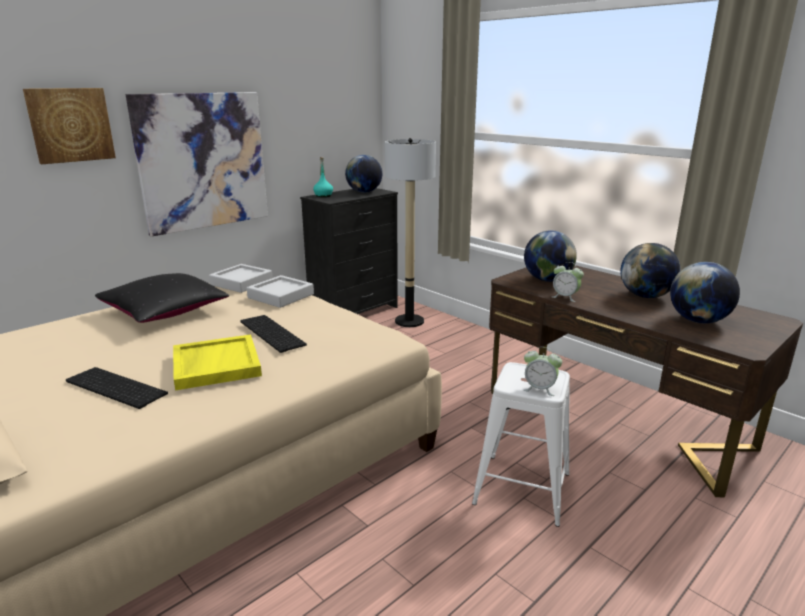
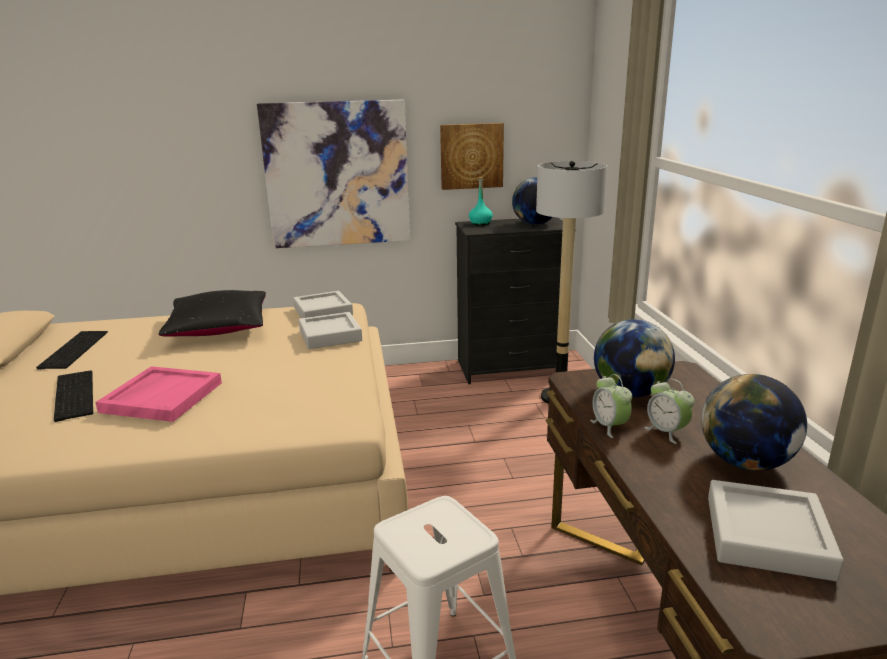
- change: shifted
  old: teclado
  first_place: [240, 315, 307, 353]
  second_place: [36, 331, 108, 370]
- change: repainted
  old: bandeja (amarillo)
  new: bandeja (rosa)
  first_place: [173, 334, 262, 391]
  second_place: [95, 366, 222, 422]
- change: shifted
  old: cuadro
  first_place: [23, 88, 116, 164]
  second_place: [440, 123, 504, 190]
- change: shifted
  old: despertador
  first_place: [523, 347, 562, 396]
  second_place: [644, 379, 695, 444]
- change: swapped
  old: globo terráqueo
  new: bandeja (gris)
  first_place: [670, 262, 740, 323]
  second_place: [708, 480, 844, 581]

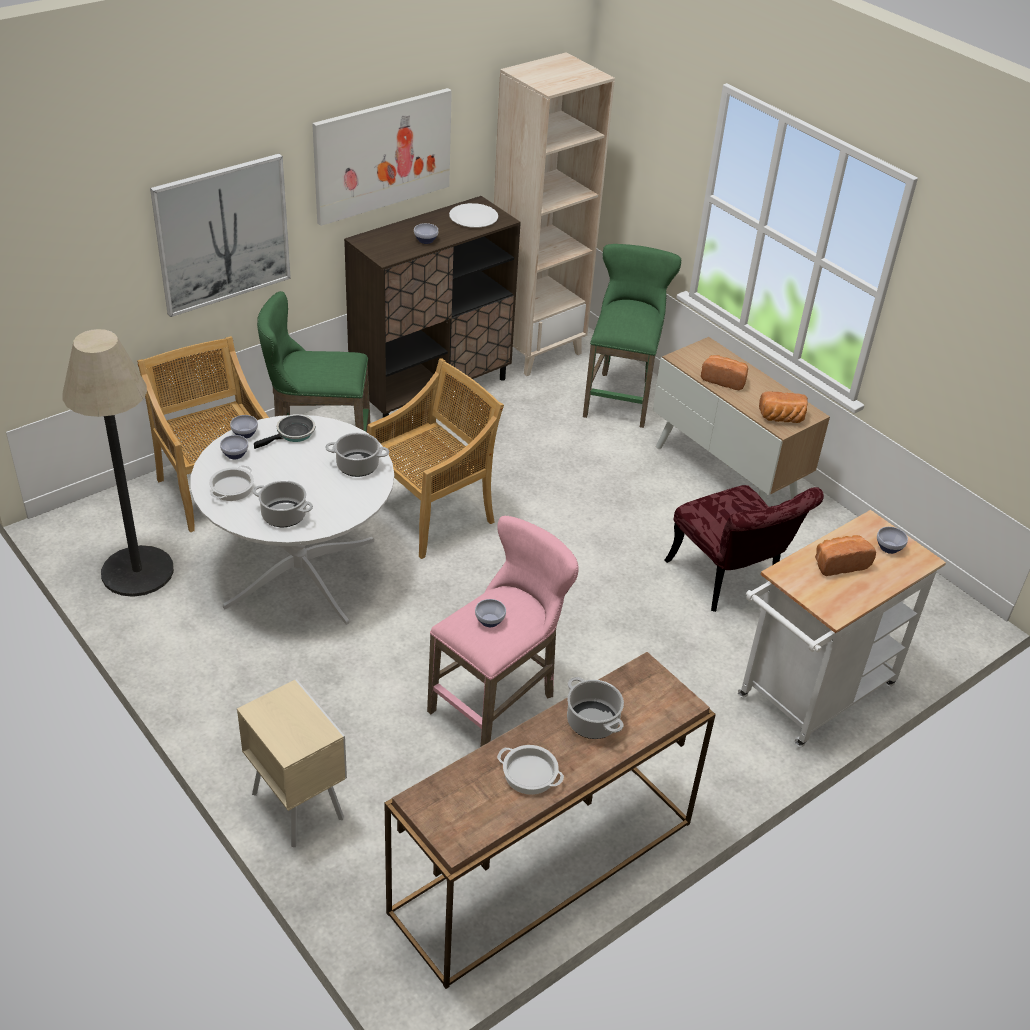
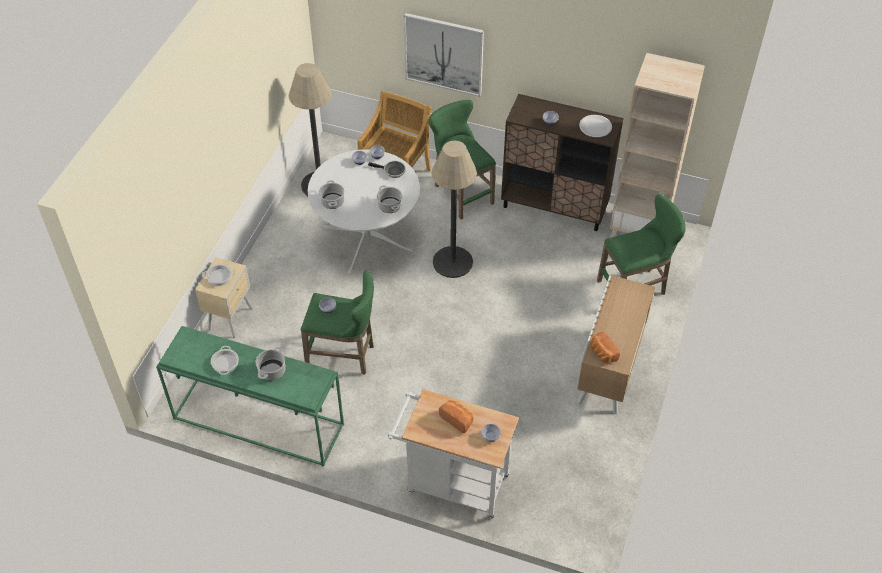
- change: repainted
  old: mesa consola (marrón)
  new: mesa consola (verde)
  first_place: [384, 652, 716, 989]
  second_place: [156, 326, 344, 467]
- change: shifted
  old: olla
  first_place: [209, 466, 254, 501]
  second_place: [202, 264, 235, 286]
- change: repainted
  old: taburete (rosa)
  new: taburete (verde)
  first_place: [427, 515, 579, 747]
  second_place: [301, 270, 374, 375]
- change: swapped
  old: silla (beis)
  new: lámpara de pie
  first_place: [367, 358, 504, 559]
  second_place: [431, 140, 477, 278]
- change: gone
  old: cuadro
  first_place: [312, 88, 452, 226]
- change: gone
  old: silla (rojo)
  first_place: [665, 485, 824, 612]
- change: gone
  old: pan
  first_place: [701, 355, 748, 390]

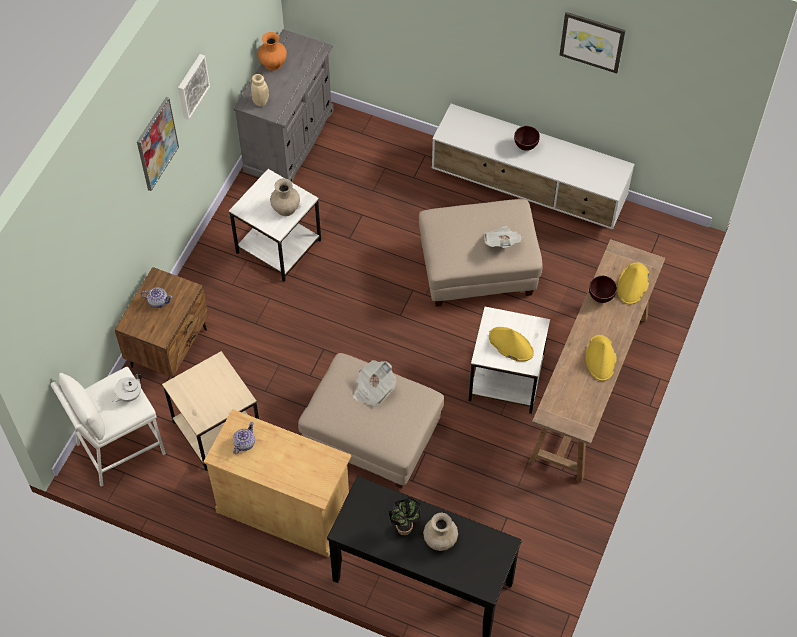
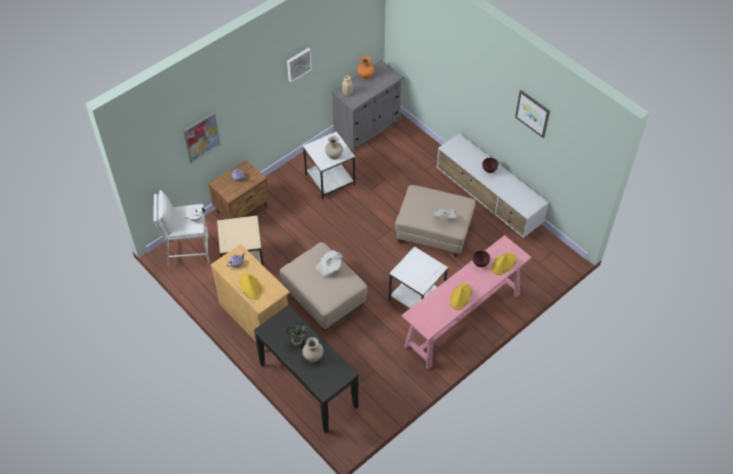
- change: shifted
  old: cuadro
  first_place: [137, 97, 179, 191]
  second_place: [183, 112, 220, 163]
- change: shifted
  old: sombrero (amarillo)
  first_place: [489, 327, 534, 362]
  second_place: [240, 273, 261, 299]
- change: repainted
  old: mesa consola (marrón)
  new: mesa consola (rosa)
  first_place: [528, 239, 665, 482]
  second_place: [402, 235, 531, 370]

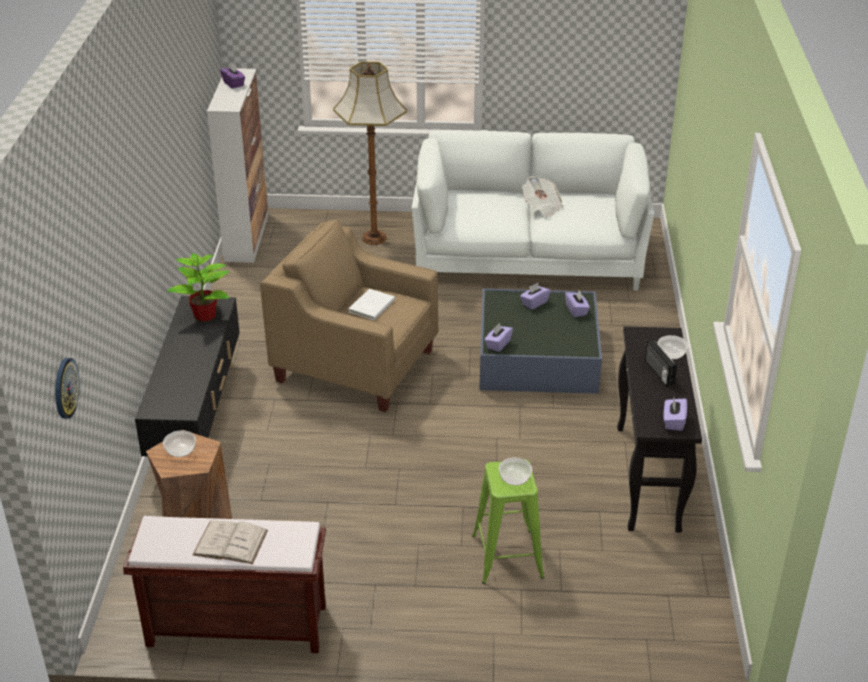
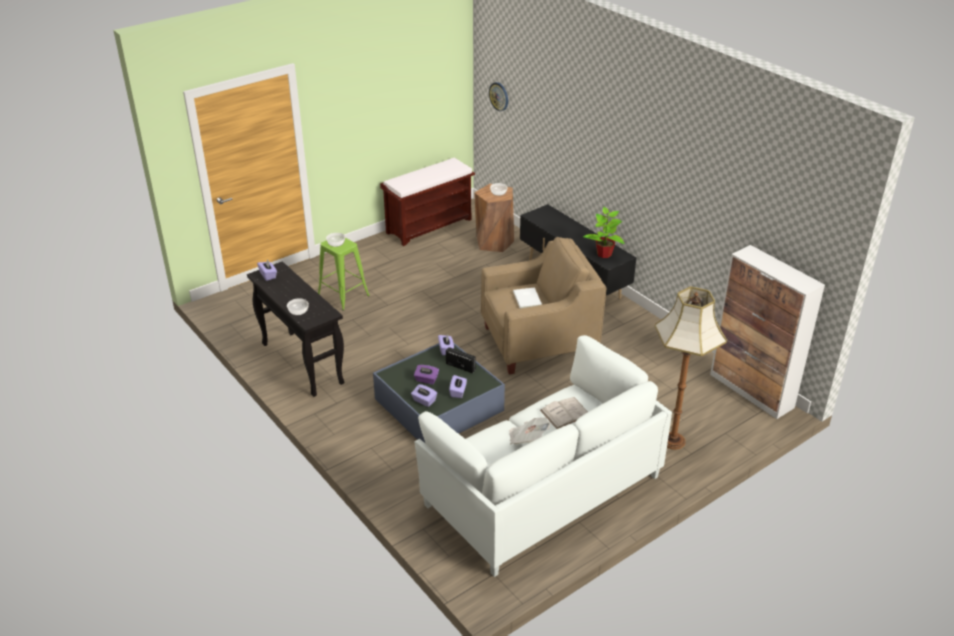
- change: shifted
  old: caja de pañuelos (morado)
  first_place: [220, 63, 245, 88]
  second_place: [414, 365, 439, 384]
- change: shifted
  old: radio
  first_place: [645, 339, 677, 387]
  second_place: [446, 347, 476, 373]
- change: shifted
  old: libro (blanco)
  first_place: [193, 520, 268, 564]
  second_place: [540, 397, 588, 429]

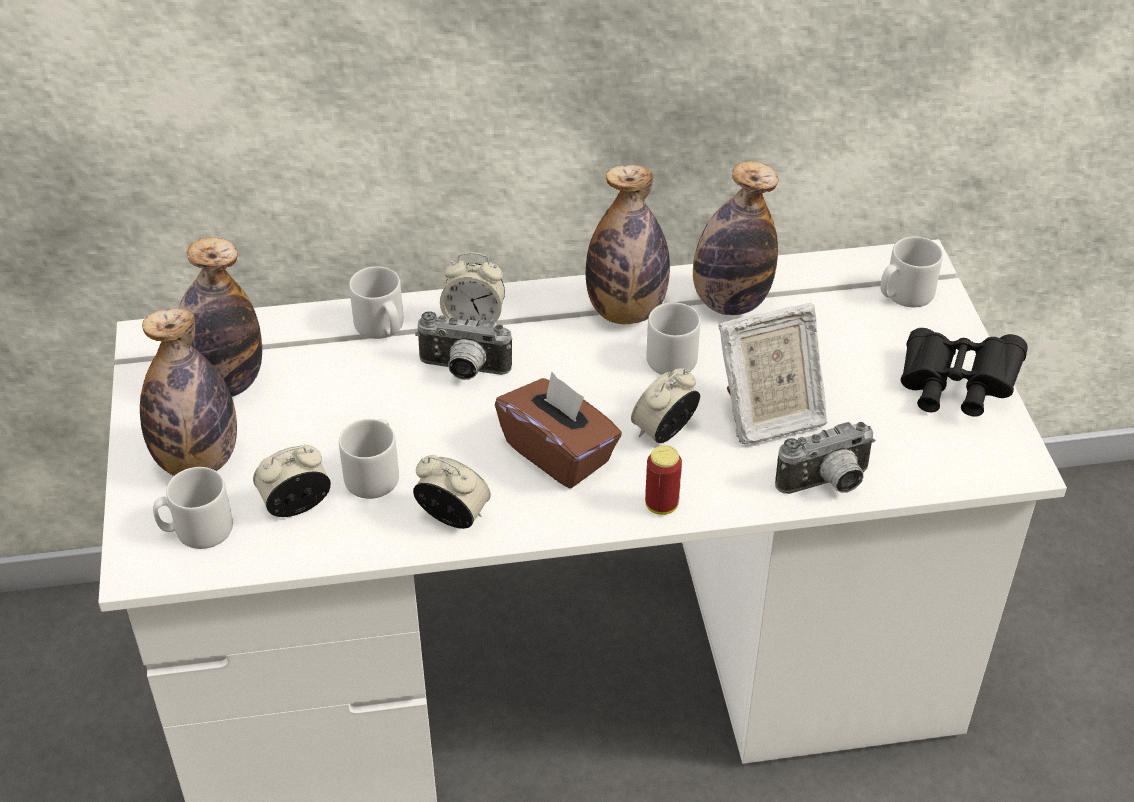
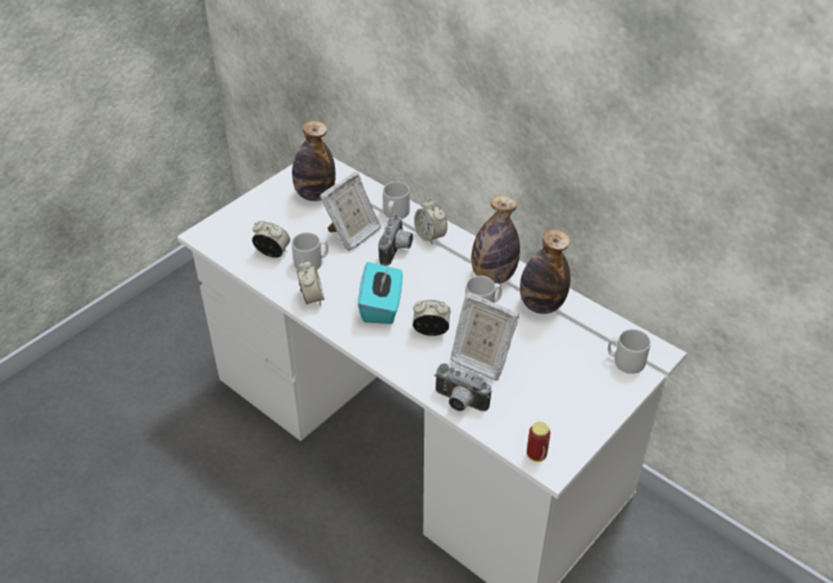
- change: new
  new: portarretratos
  second_place: [320, 172, 381, 251]
- change: repainted
  old: caja de pañuelos (marrón)
  new: caja de pañuelos (turquesa)
  first_place: [495, 372, 622, 488]
  second_place: [358, 262, 403, 324]
- change: rotated
  old: cámara
  first_place: [415, 311, 512, 380]
  second_place: [378, 215, 413, 266]
  degrees: -135
- change: shifted
  old: lata
  first_place: [645, 445, 682, 515]
  second_place: [527, 422, 550, 462]
- change: gone
  old: botella
  first_place: [140, 308, 237, 476]
- change: gone
  old: taza grande (gris)
  first_place: [153, 467, 233, 549]
- change: gone
  old: prismáticos (negro)
  first_place: [901, 328, 1028, 417]

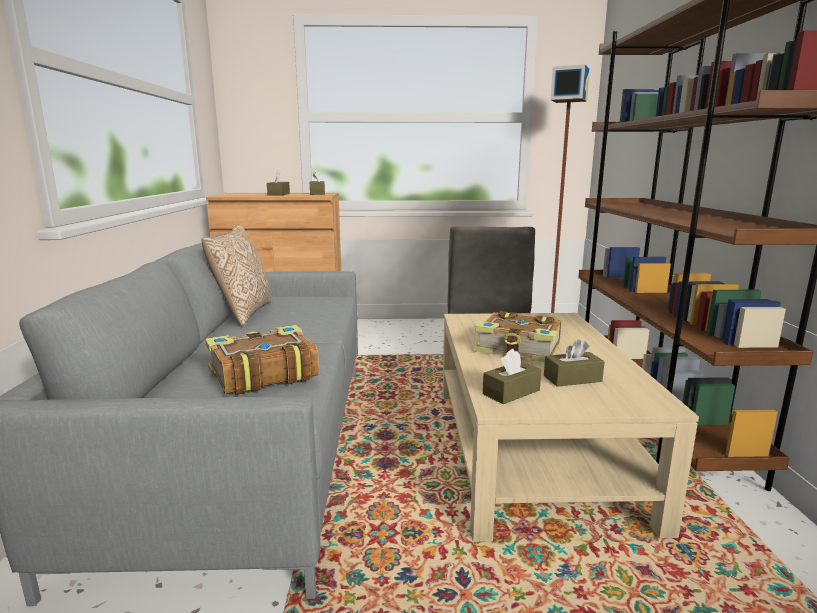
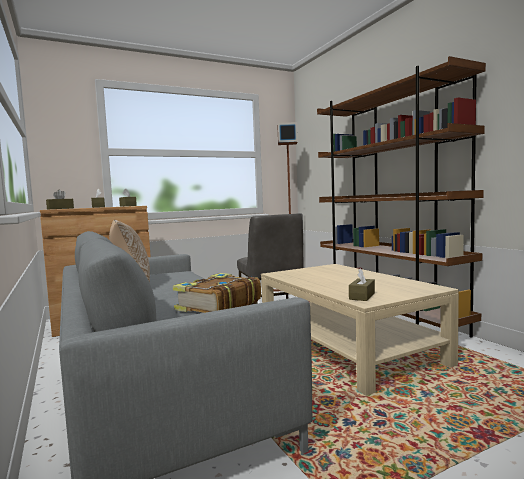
- change: shifted
  old: caja de pañuelos (marrón)
  first_place: [544, 339, 605, 387]
  second_place: [46, 190, 74, 209]
- change: gone
  old: libro
  first_place: [475, 311, 561, 362]

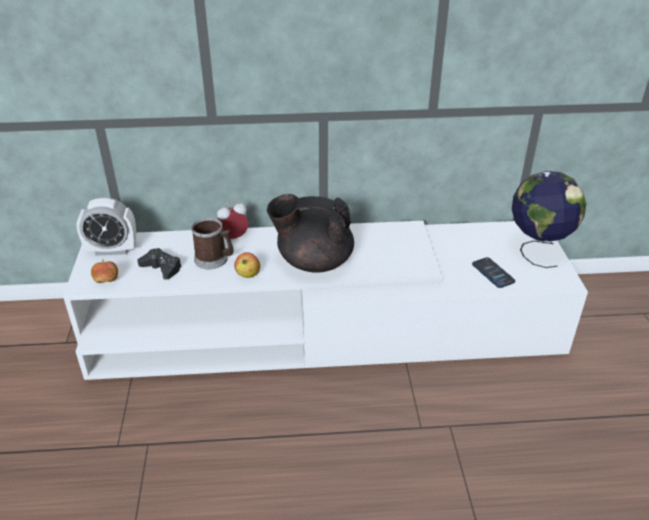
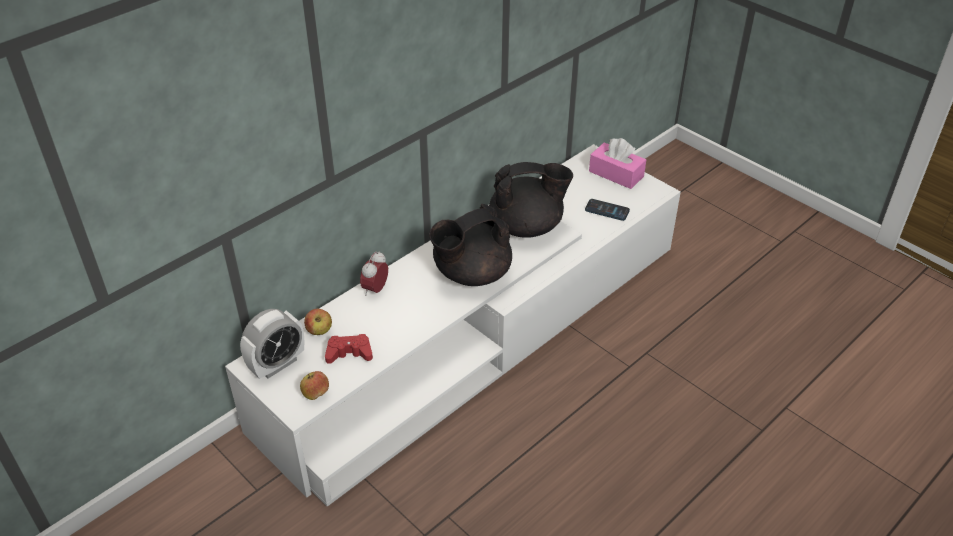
- change: shifted
  old: manzana
  first_place: [234, 252, 260, 278]
  second_place: [304, 309, 332, 335]
- change: repainted
  old: mando de consola (negro)
  new: mando de consola (rojo)
  first_place: [137, 248, 182, 280]
  second_place: [325, 334, 373, 364]
- change: new
  new: tetera (negro)
  second_place: [489, 162, 573, 238]
- change: swapped
  old: globo terráqueo
  new: caja de pañuelos (rosa)
  first_place: [512, 171, 586, 268]
  second_place: [589, 138, 646, 189]
- change: gone
  old: taza grande
  first_place: [192, 218, 234, 269]

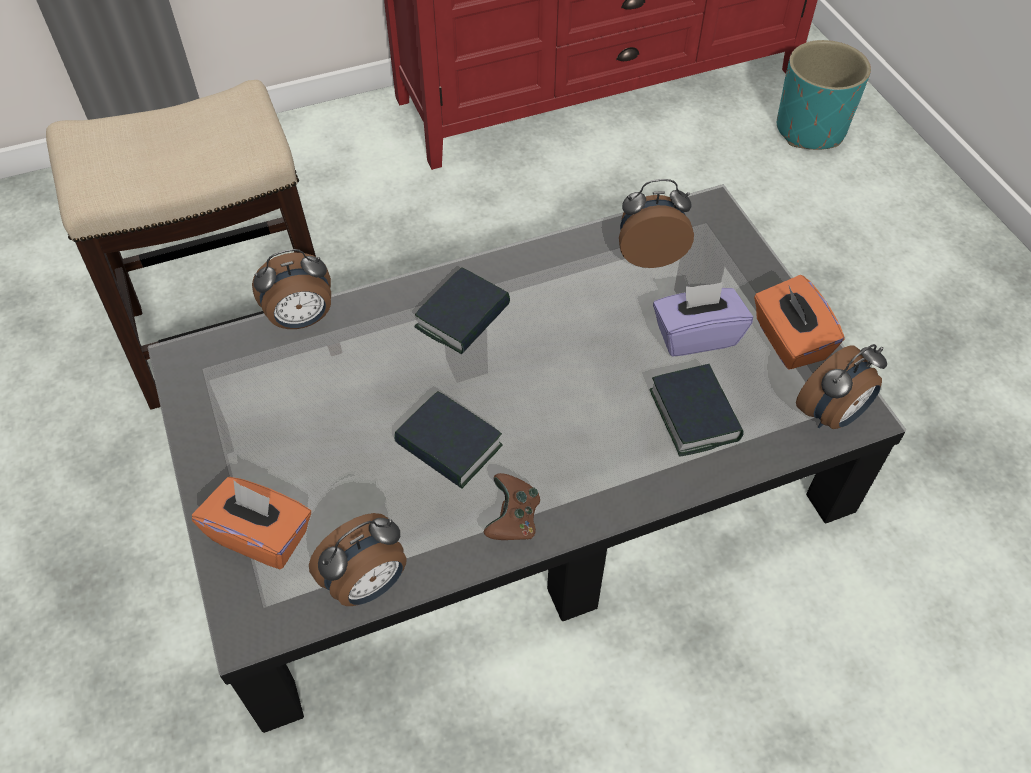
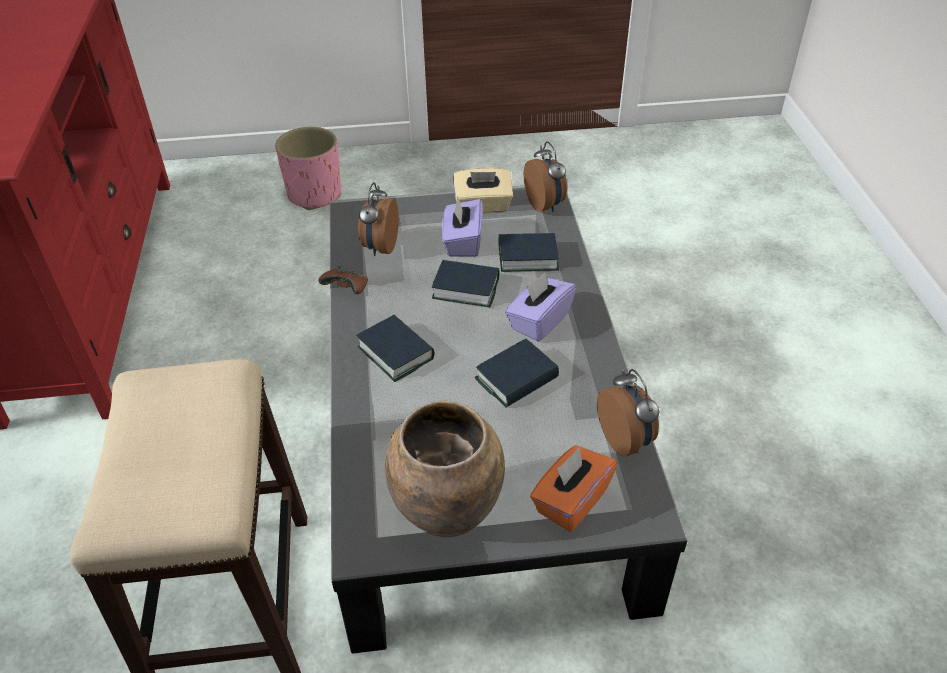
- change: new
  new: maceta (rosa)
  second_place: [275, 127, 341, 210]
- change: shifted
  old: mando de consola (marrón)
  first_place: [484, 473, 540, 540]
  second_place: [319, 266, 368, 294]
- change: new
  new: florero (marrón)
  second_place: [385, 400, 505, 537]
- change: new
  new: libro
  second_place: [432, 260, 499, 307]
- change: repainted
  old: caja de pañuelos (naranja)
  new: caja de pañuelos (beis)
  first_place: [754, 275, 844, 370]
  second_place: [453, 168, 513, 213]
- change: new
  new: caja de pañuelos (morado)
  second_place: [505, 272, 576, 342]
- change: gone
  old: despertador
  first_place: [252, 249, 331, 329]
- change: gone
  old: maceta (turquesa)
  first_place: [777, 40, 871, 150]

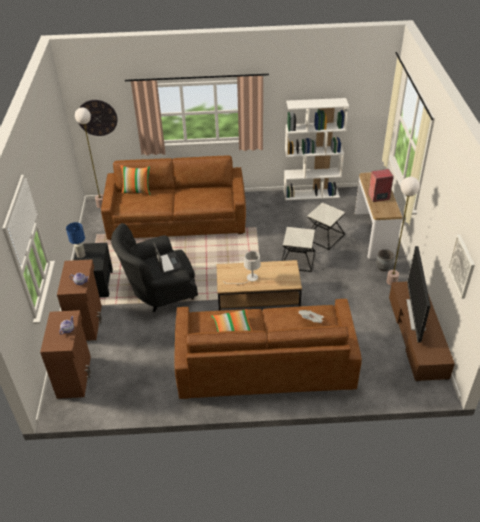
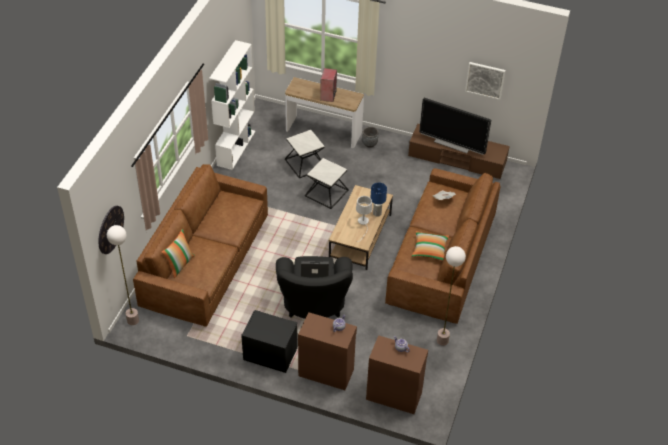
- change: shifted
  old: lámpara de mesa (azul)
  first_place: [66, 222, 85, 258]
  second_place: [370, 183, 387, 217]
- change: shifted
  old: lámpara de pie
  first_place: [386, 177, 420, 285]
  second_place: [437, 246, 466, 346]

